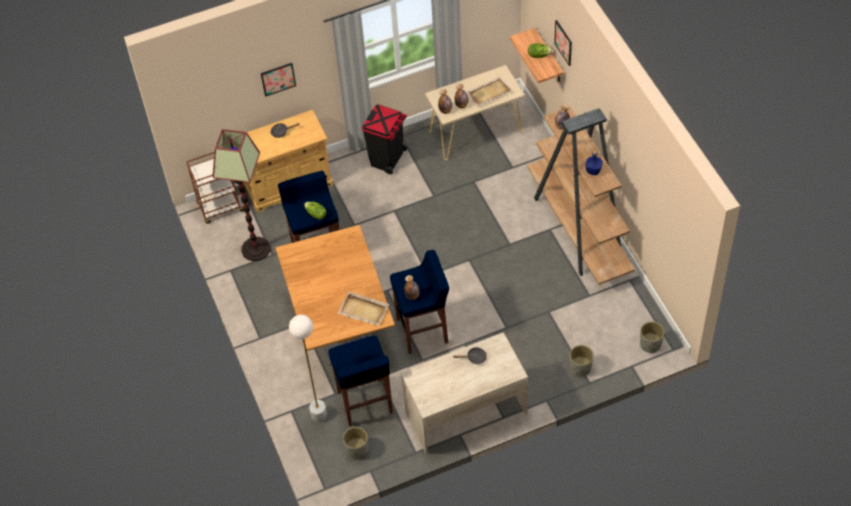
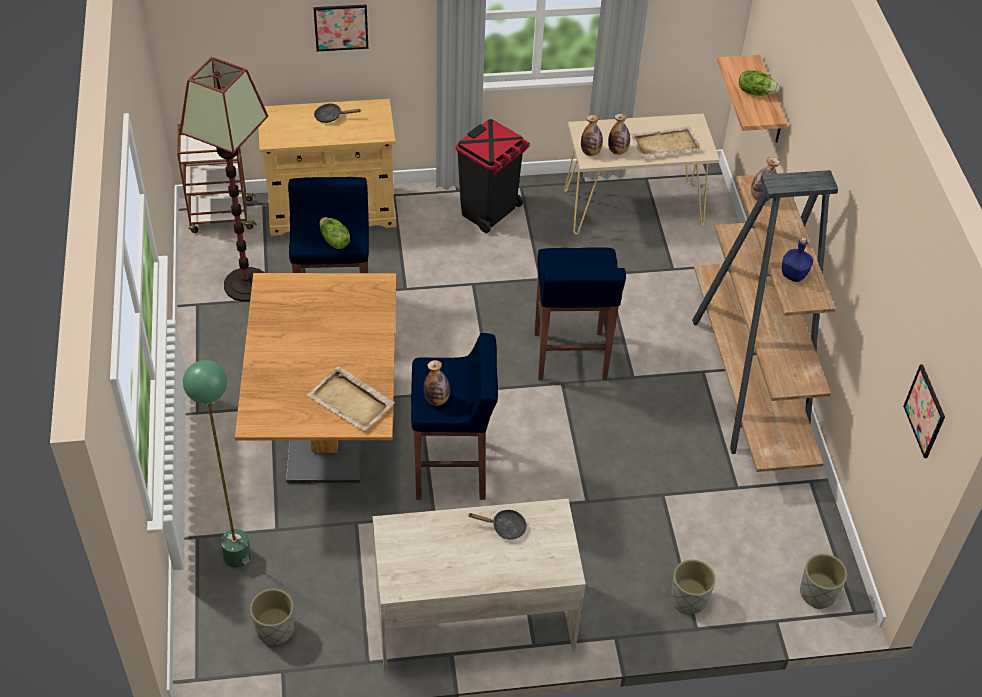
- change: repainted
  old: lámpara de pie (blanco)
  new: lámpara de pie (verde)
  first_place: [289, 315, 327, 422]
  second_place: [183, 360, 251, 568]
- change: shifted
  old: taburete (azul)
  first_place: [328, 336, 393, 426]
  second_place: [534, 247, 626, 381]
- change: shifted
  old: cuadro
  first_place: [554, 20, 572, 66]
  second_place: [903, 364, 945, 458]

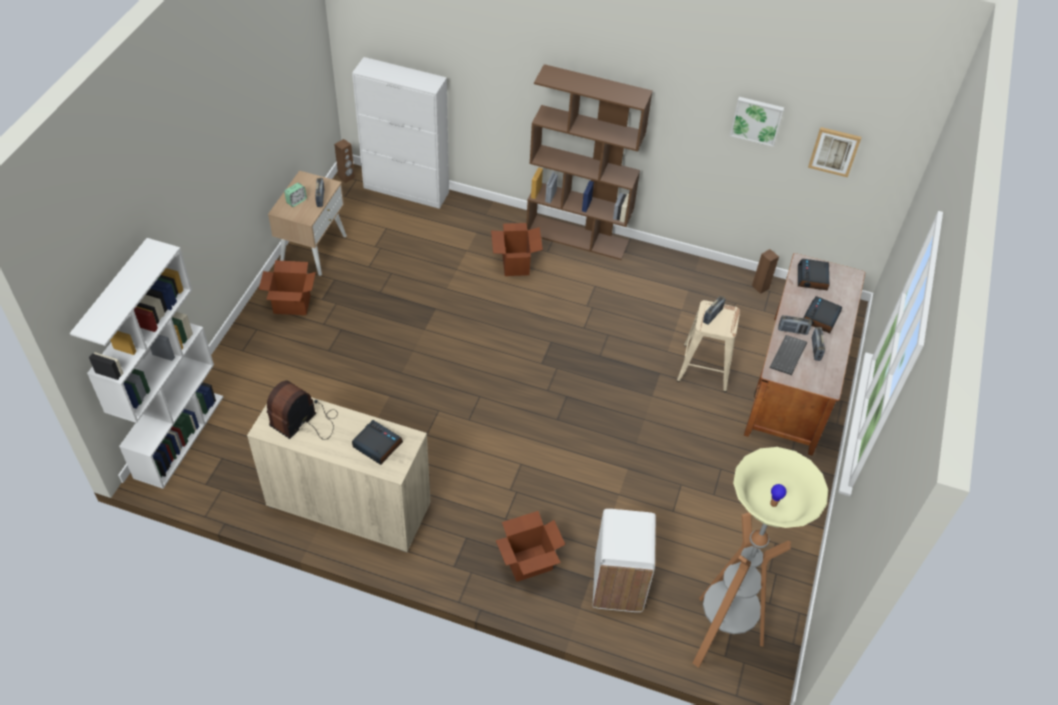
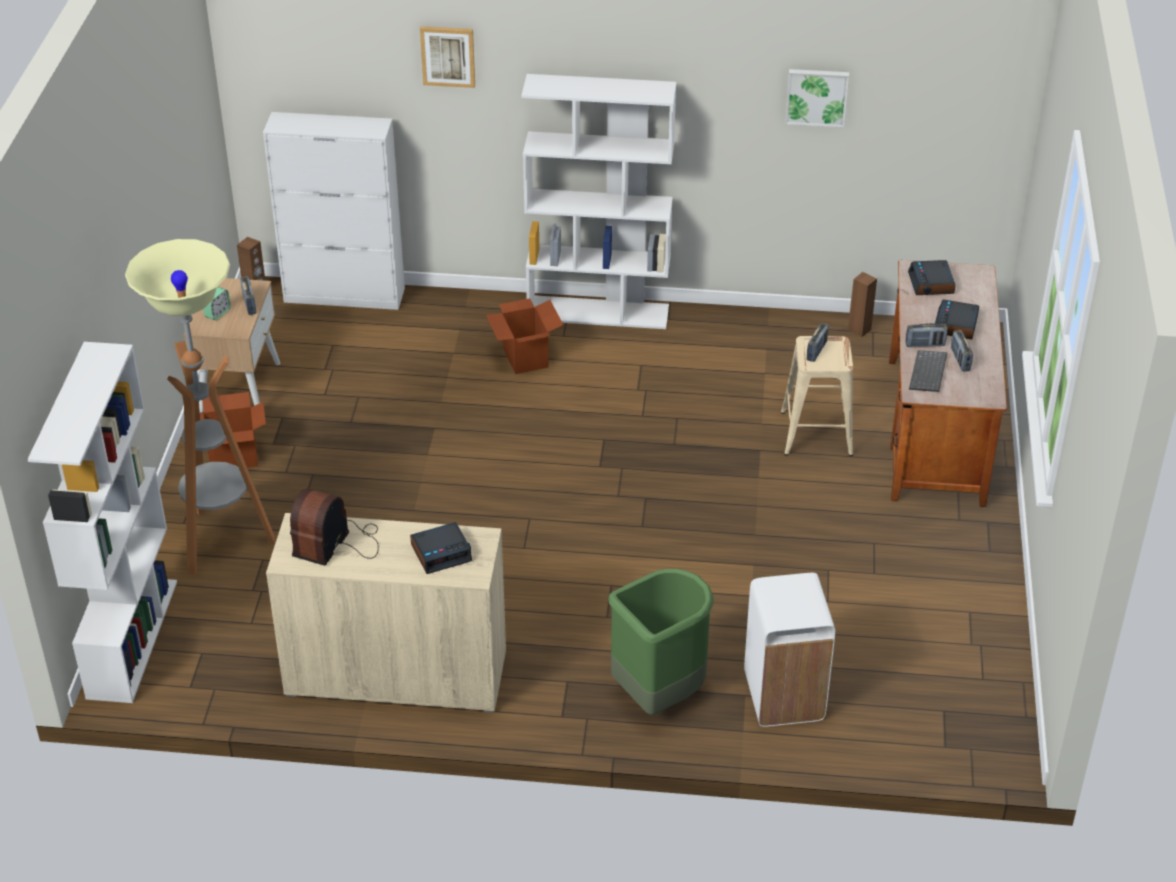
- change: shifted
  old: lámpara de pie
  first_place: [693, 447, 828, 668]
  second_place: [125, 239, 275, 575]
- change: rotated
  old: despertador
  first_place: [352, 420, 403, 465]
  second_place: [410, 522, 472, 574]
  degrees: 135
- change: shifted
  old: cuadro
  first_place: [808, 127, 861, 177]
  second_place: [420, 26, 475, 88]
- change: repainted
  old: estantería (marrón)
  new: estantería (blanco)
  first_place: [526, 64, 653, 260]
  second_place: [521, 74, 676, 329]
- change: swapped
  old: caja de cartón
  new: papelera (verde)
  first_place: [496, 511, 566, 582]
  second_place: [608, 569, 714, 715]

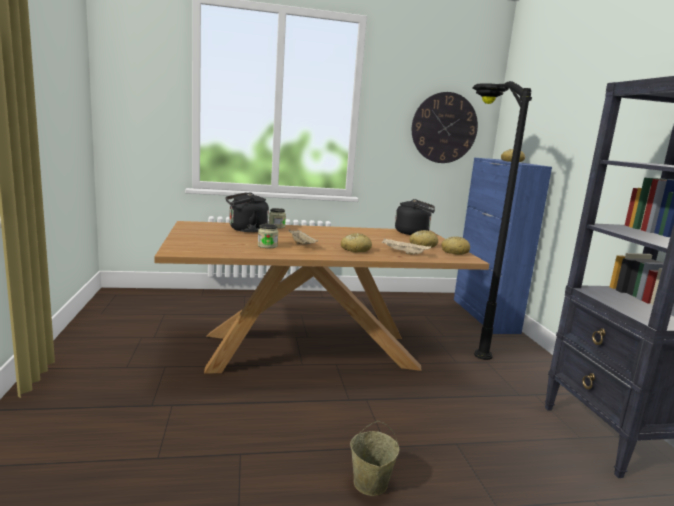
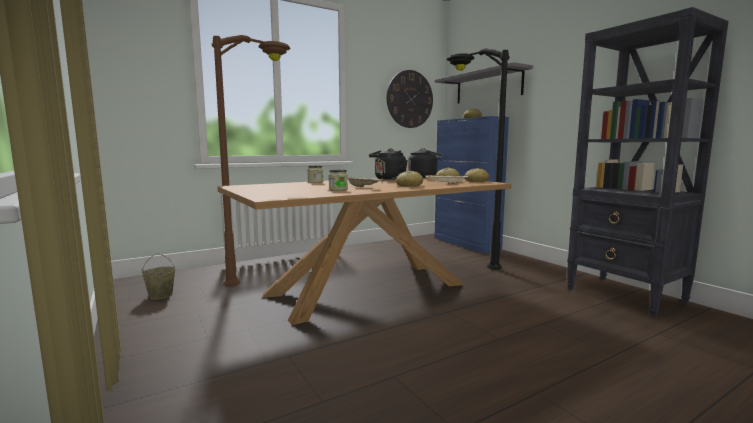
- change: shifted
  old: cubo (beis)
  first_place: [350, 420, 399, 496]
  second_place: [141, 253, 175, 300]
- change: new
  new: lámpara de pie (marrón)
  second_place: [212, 35, 291, 286]
- change: shifted
  old: hervidor (negro)
  first_place: [225, 193, 269, 232]
  second_place: [369, 148, 408, 180]
- change: new
  new: estante (gris)
  second_place: [435, 62, 533, 103]

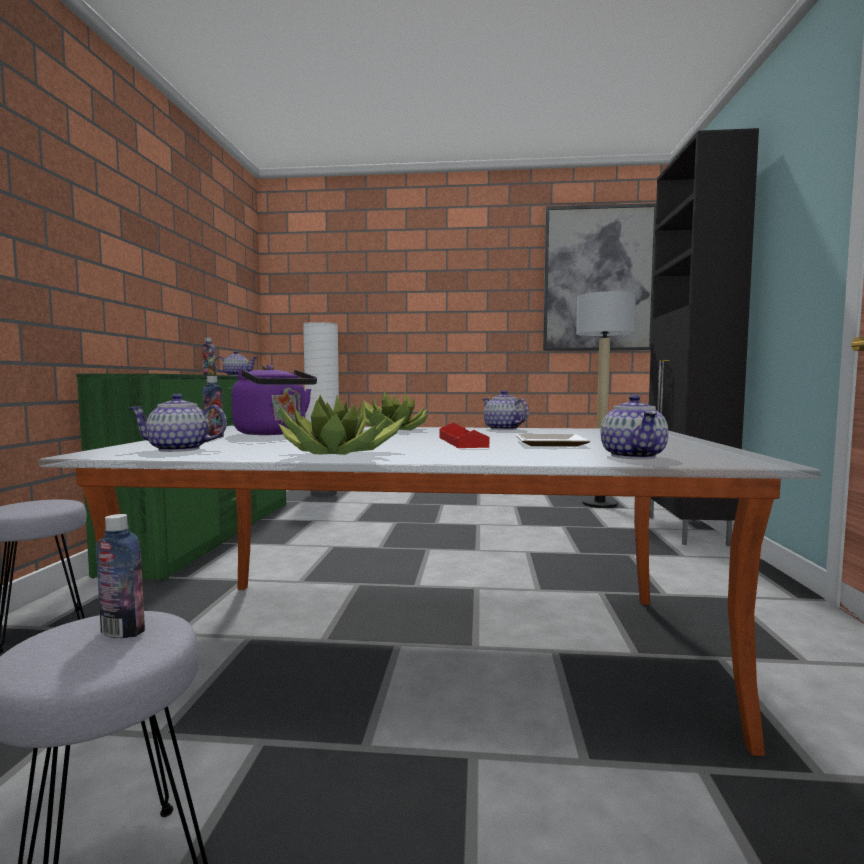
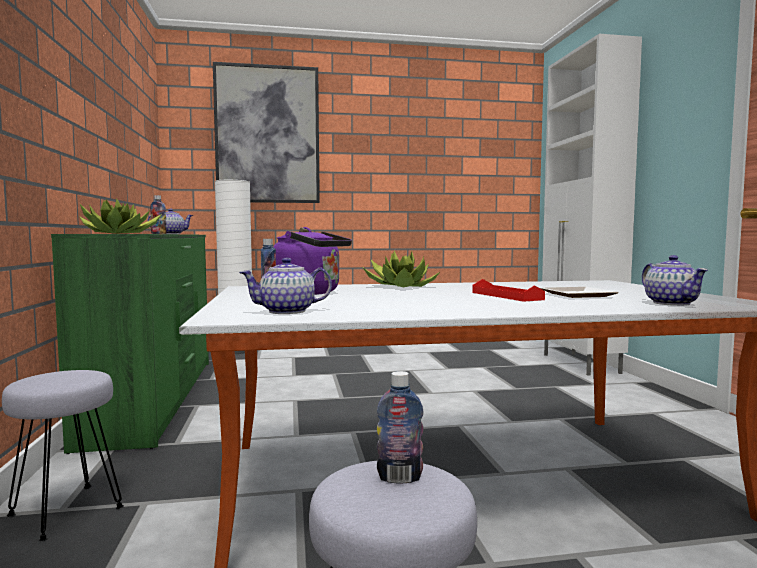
- change: shifted
  old: planta en maceta
  first_place: [278, 395, 406, 455]
  second_place: [79, 199, 162, 234]
- change: shifted
  old: cuadro
  first_place: [543, 203, 656, 351]
  second_place: [213, 62, 320, 203]
- change: repainted
  old: armario (negro)
  new: armario (blanco)
  first_place: [649, 128, 759, 546]
  second_place: [542, 34, 642, 376]
- change: gone
  old: tetera
  first_place: [482, 390, 529, 430]
- change: gone
  old: lámpara de pie
  first_place: [576, 291, 636, 508]

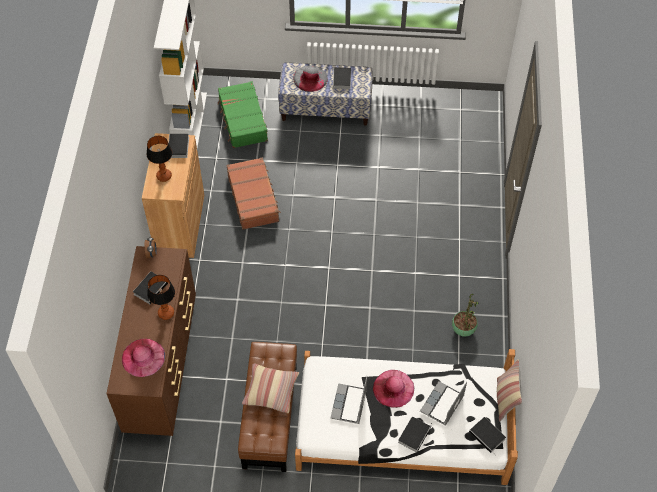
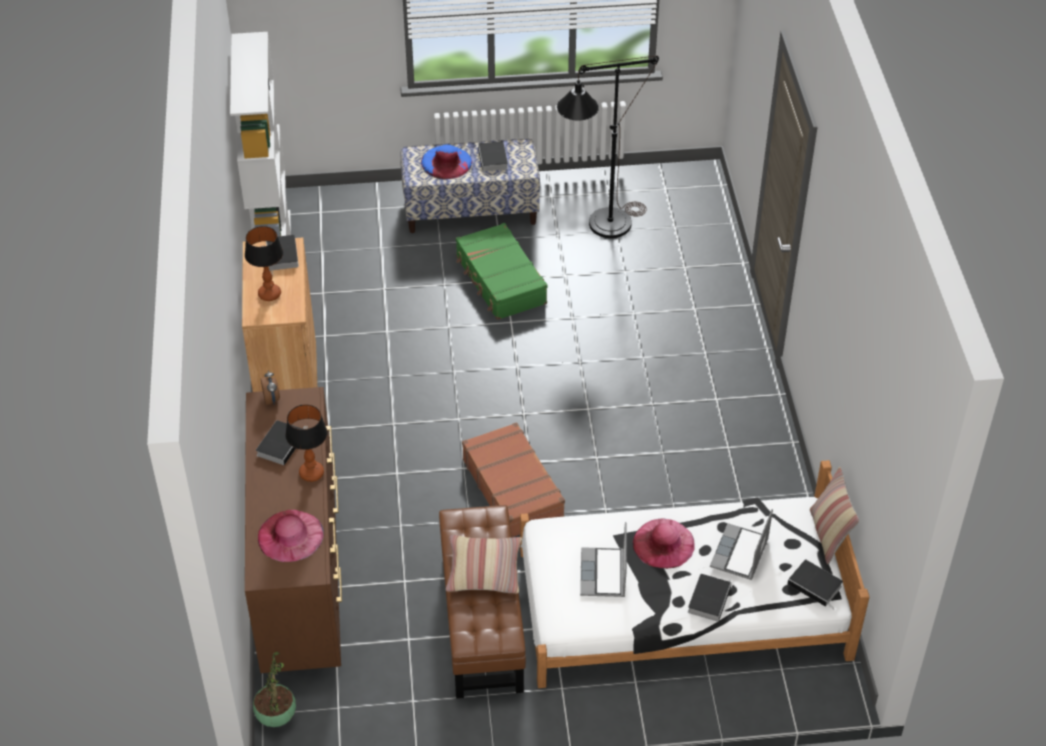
- change: shifted
  old: planta en maceta
  first_place: [452, 294, 479, 336]
  second_place: [253, 652, 296, 727]
- change: repainted
  old: sombrero (gris)
  new: sombrero (azul)
  first_place: [293, 65, 328, 92]
  second_place: [421, 144, 472, 179]
- change: shifted
  old: maleta (verde)
  first_place: [218, 81, 268, 148]
  second_place: [456, 223, 547, 320]
- change: shifted
  old: maleta (marrón)
  first_place: [226, 157, 281, 230]
  second_place: [462, 422, 565, 537]
- change: new
  new: lámpara de pie (negro)
  second_place: [557, 56, 659, 238]

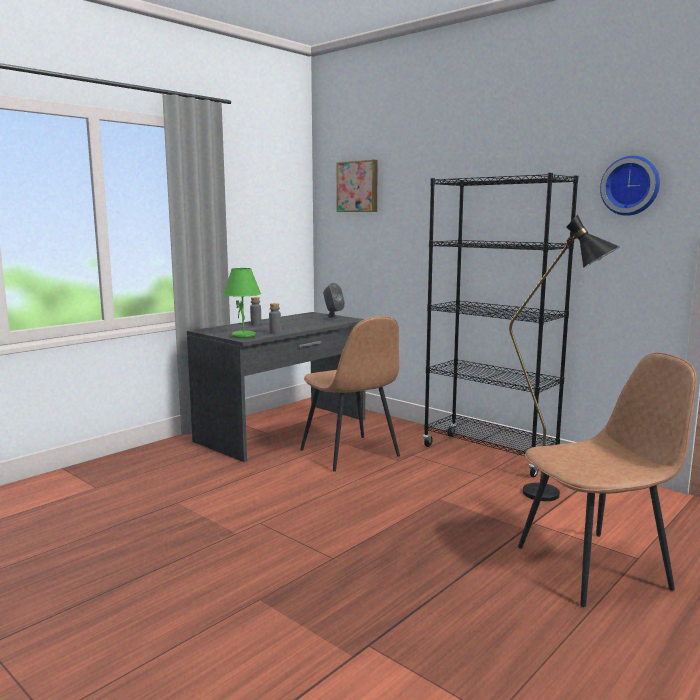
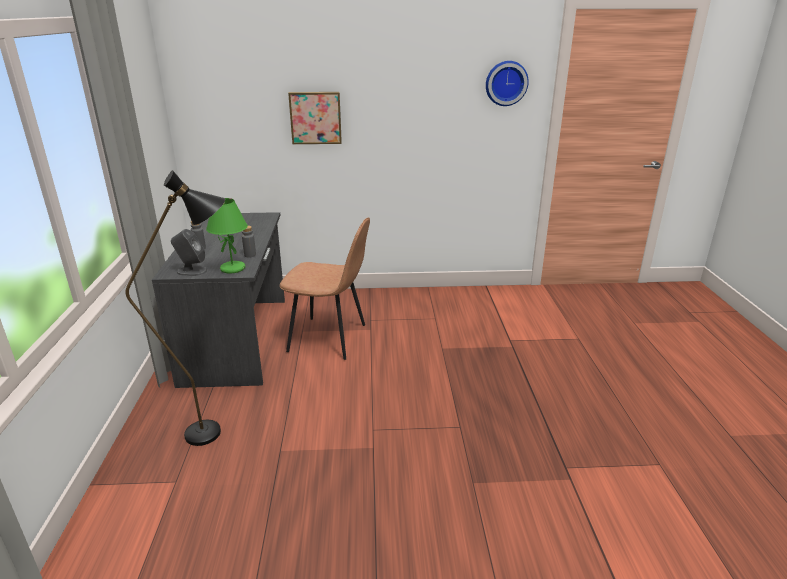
- change: shifted
  old: lámpara de pie (negro)
  first_place: [509, 215, 620, 501]
  second_place: [125, 170, 225, 446]
- change: shifted
  old: altavoz (gris)
  first_place: [323, 283, 345, 321]
  second_place: [171, 229, 207, 276]
- change: shifted
  old: cuadro
  first_place: [336, 160, 378, 212]
  second_place: [288, 92, 342, 144]
- change: gone
  old: estantería (negro)
  first_place: [423, 173, 579, 478]
- change: gone
  old: silla (marrón)
  first_place: [518, 352, 696, 607]

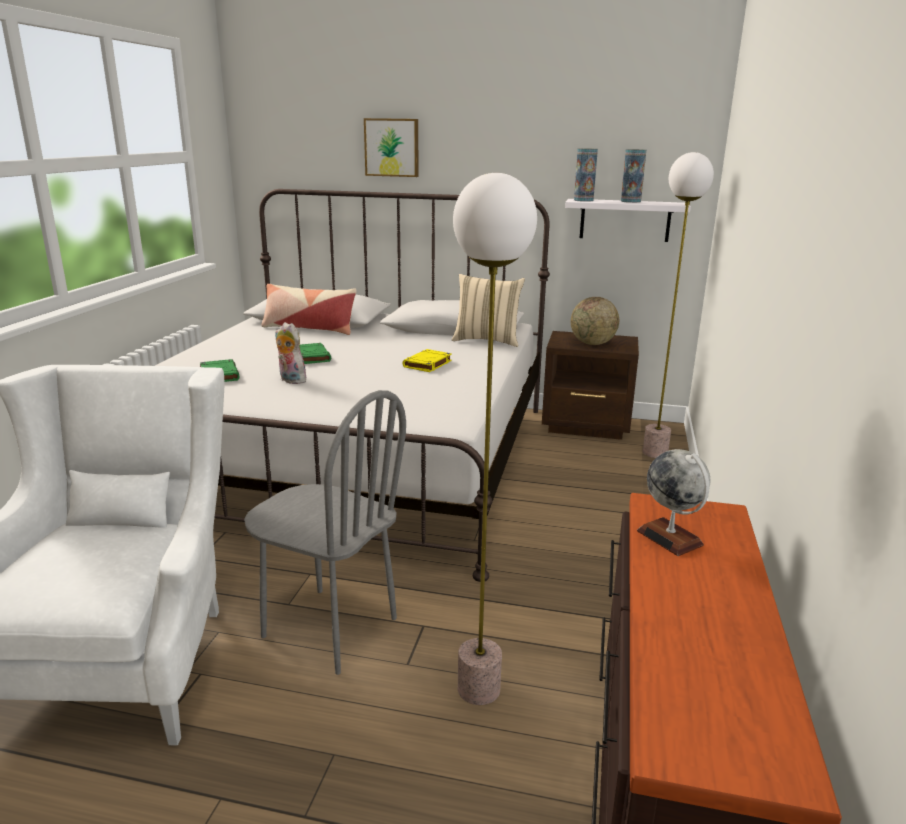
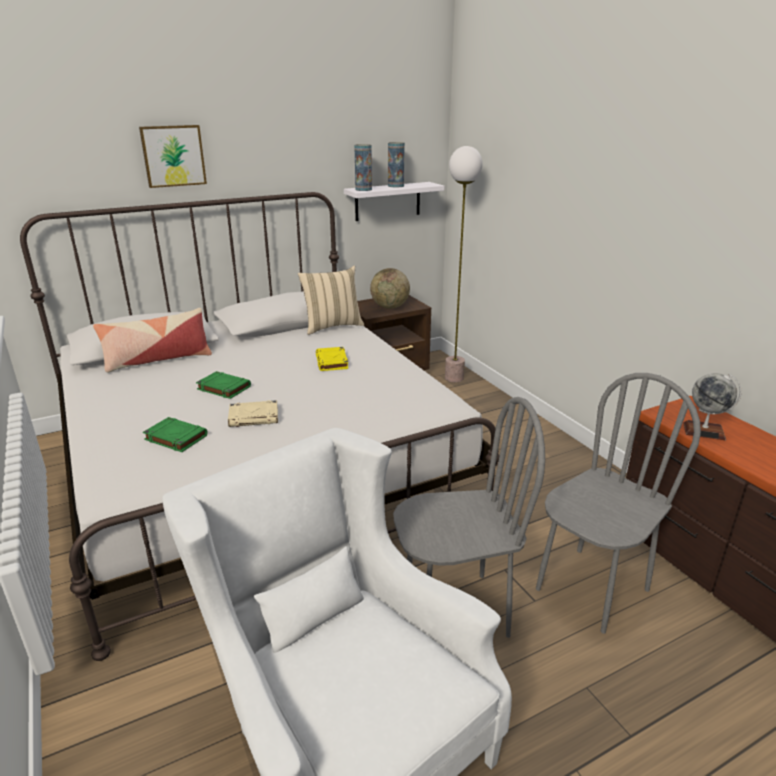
- change: swapped
  old: peluche
  new: libro (beis)
  first_place: [275, 322, 310, 384]
  second_place: [228, 400, 278, 427]
- change: swapped
  old: lámpara de pie
  new: silla (gris)
  first_place: [453, 173, 537, 705]
  second_place: [536, 373, 701, 634]

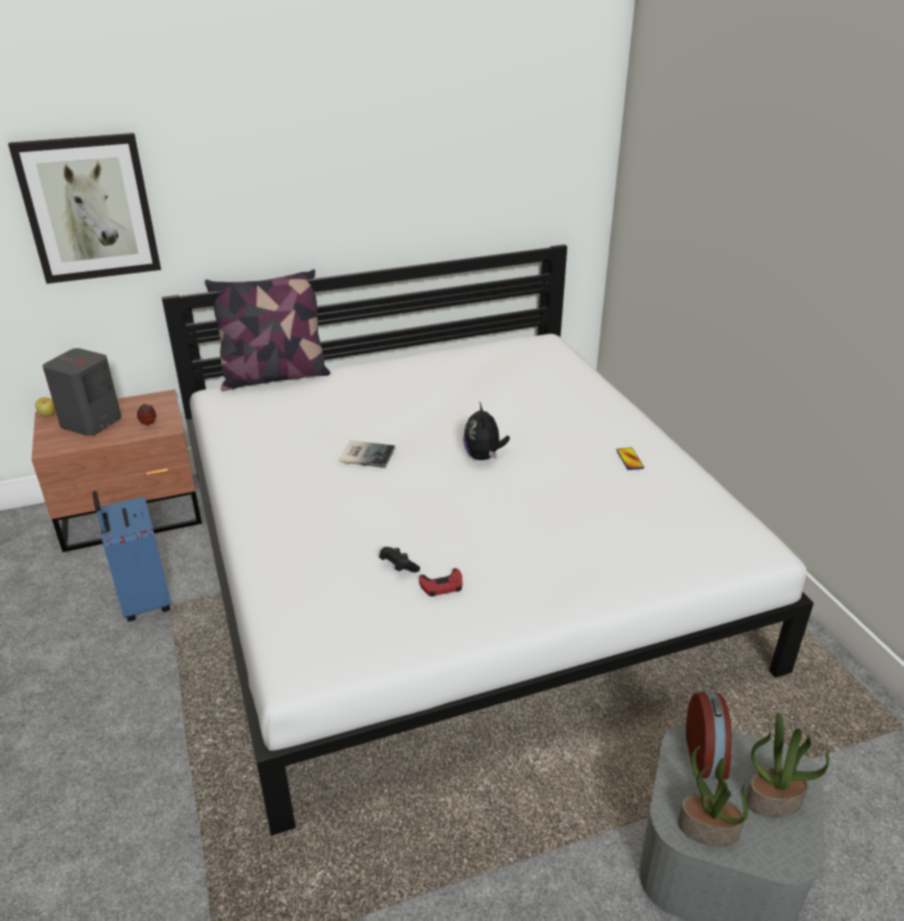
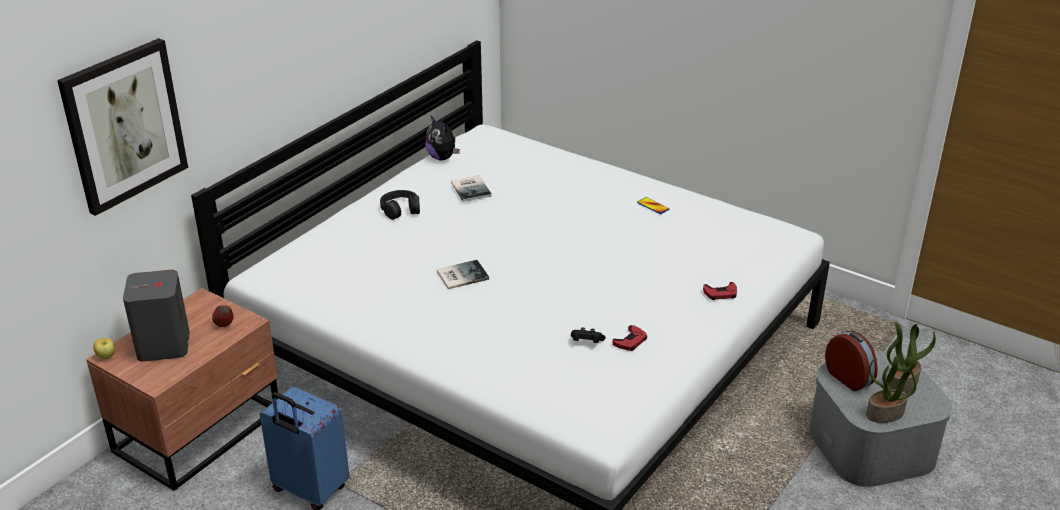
- change: new
  new: auriculares (negro)
  second_place: [380, 190, 420, 220]
- change: shifted
  old: peluche
  first_place: [463, 403, 510, 460]
  second_place: [425, 116, 460, 160]
- change: new
  new: libro
  second_place: [451, 176, 492, 202]
- change: new
  new: mando de consola (rojo)
  second_place: [703, 282, 737, 300]
- change: gone
  old: cojín
  first_place: [205, 269, 330, 391]

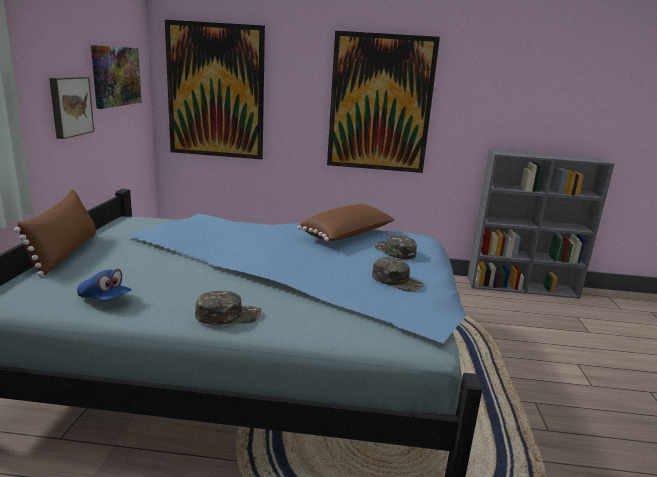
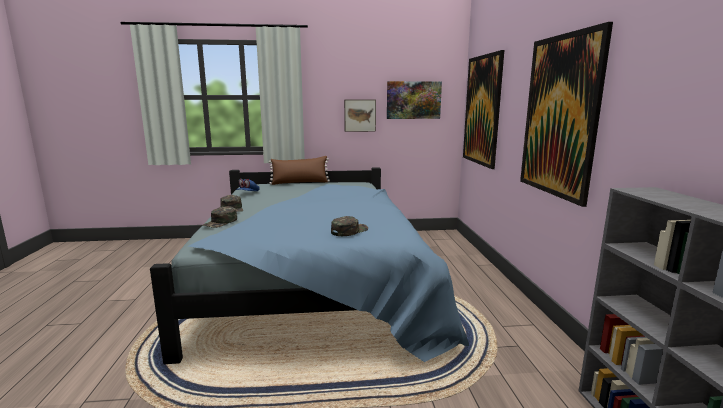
- change: shifted
  old: gorra (verde)
  first_place: [372, 257, 424, 292]
  second_place: [201, 206, 237, 228]
- change: gone
  old: cojín (marrón)
  first_place: [297, 204, 394, 242]

